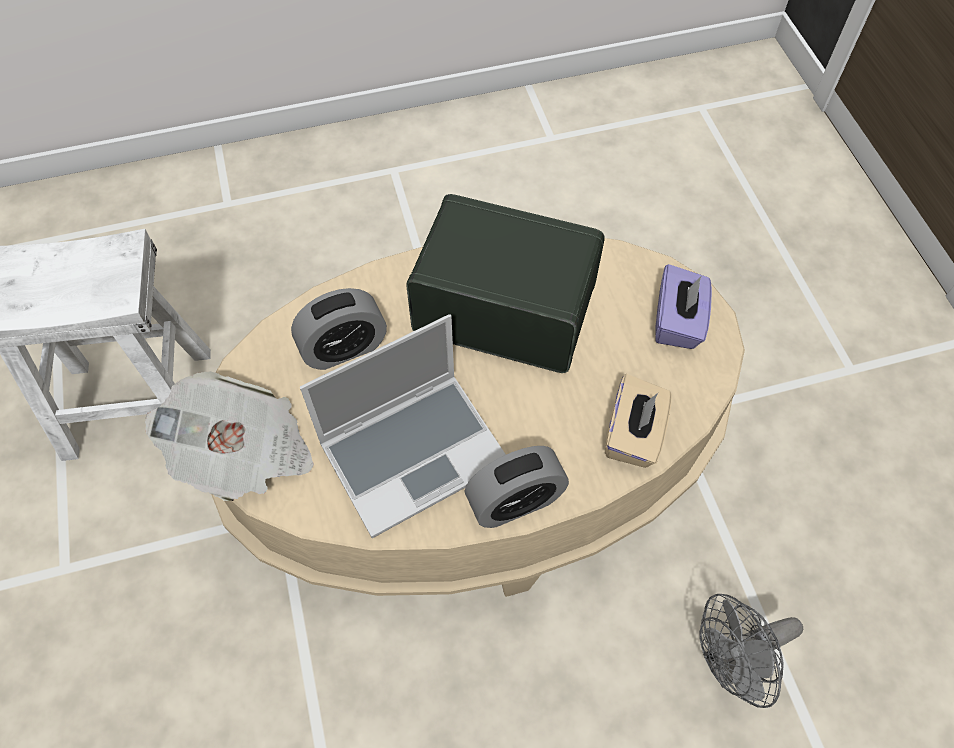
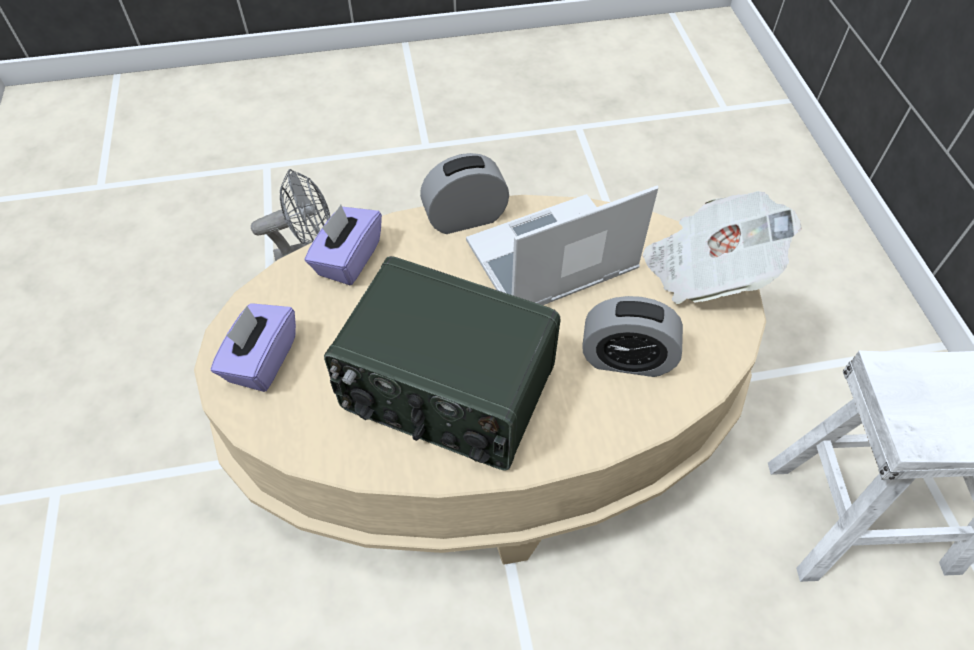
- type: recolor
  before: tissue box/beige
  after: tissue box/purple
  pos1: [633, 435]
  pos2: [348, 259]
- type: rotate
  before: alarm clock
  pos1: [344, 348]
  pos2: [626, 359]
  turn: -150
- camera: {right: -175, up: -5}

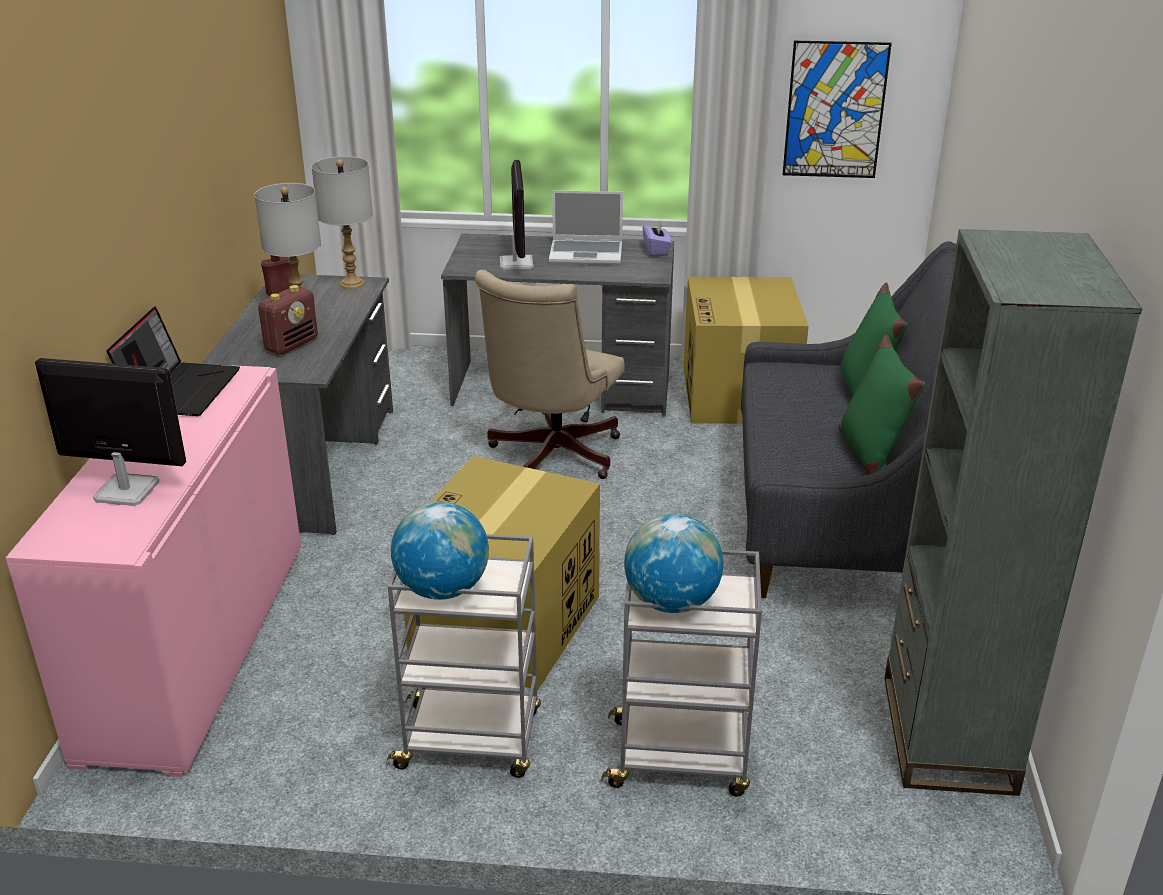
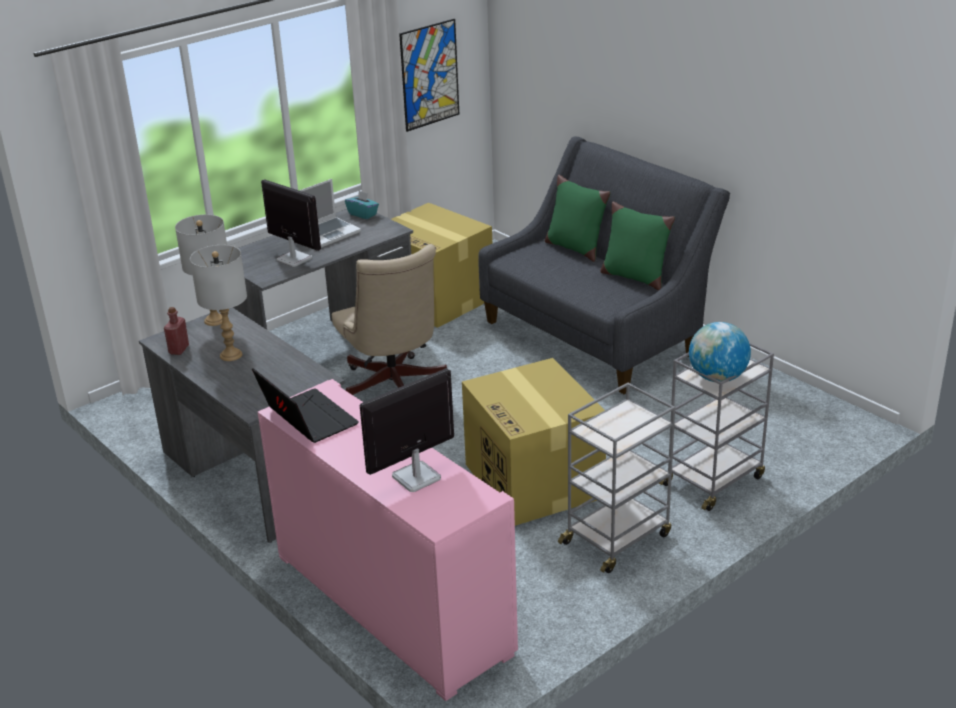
- type: recolor
  before: tissue box/purple
  after: tissue box/turquoise
  pos1: [656, 250]
  pos2: [363, 214]
- type: delete
  before: radio
  pos1: [292, 344]
- type: delete
  before: globe
  pos1: [442, 589]
- type: delete
  before: bookcase/grey
  pos1: [947, 734]
- camera: {right: -45, up: 0}

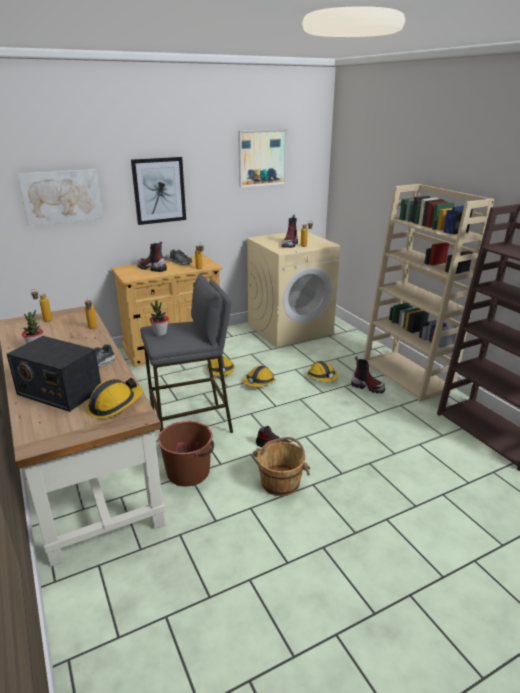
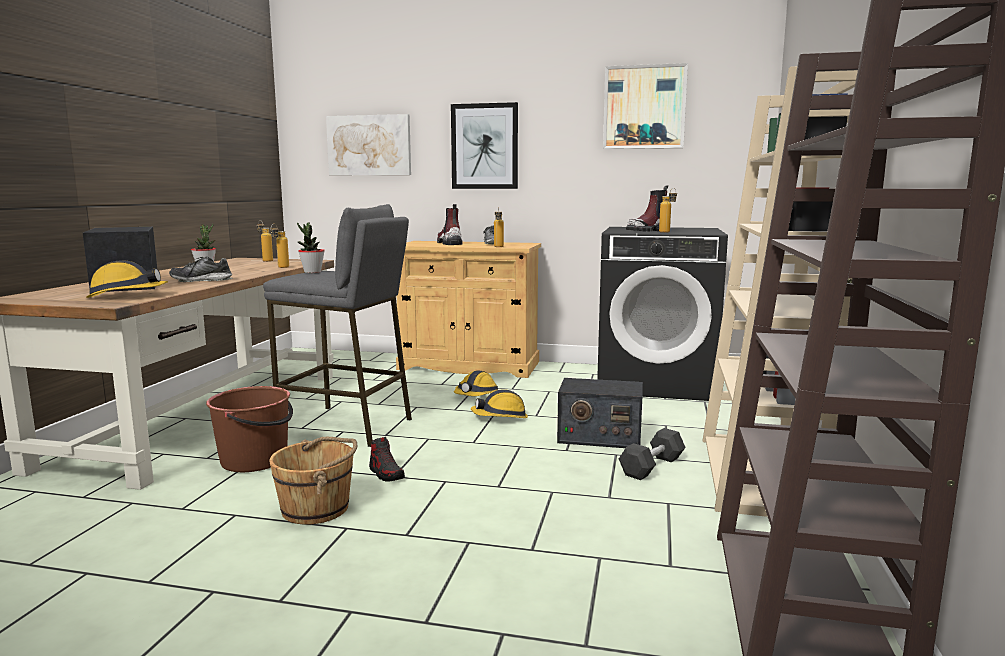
- type: replace
  before: hard hat
  after: radio
  pos1: [322, 377]
  pos2: [599, 436]
- type: recolor
  before: washing machine/beige
  after: washing machine/black
  pos1: [290, 328]
  pos2: [656, 382]
- type: replace
  before: boot
  after: dumbbell/black
  pos1: [367, 387]
  pos2: [652, 466]
- camera: {right: 40, up: -15}

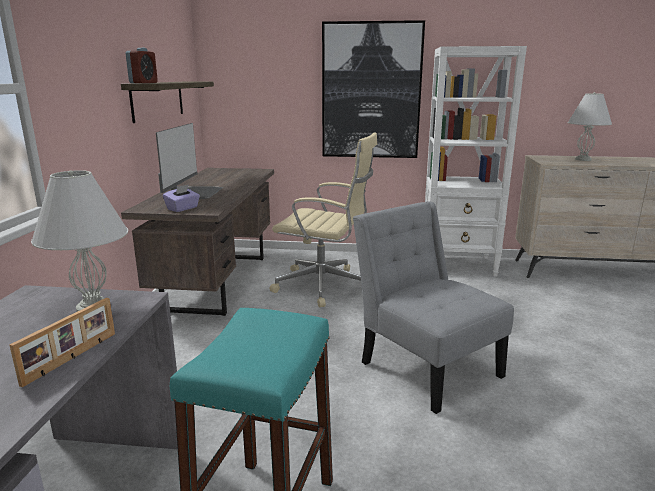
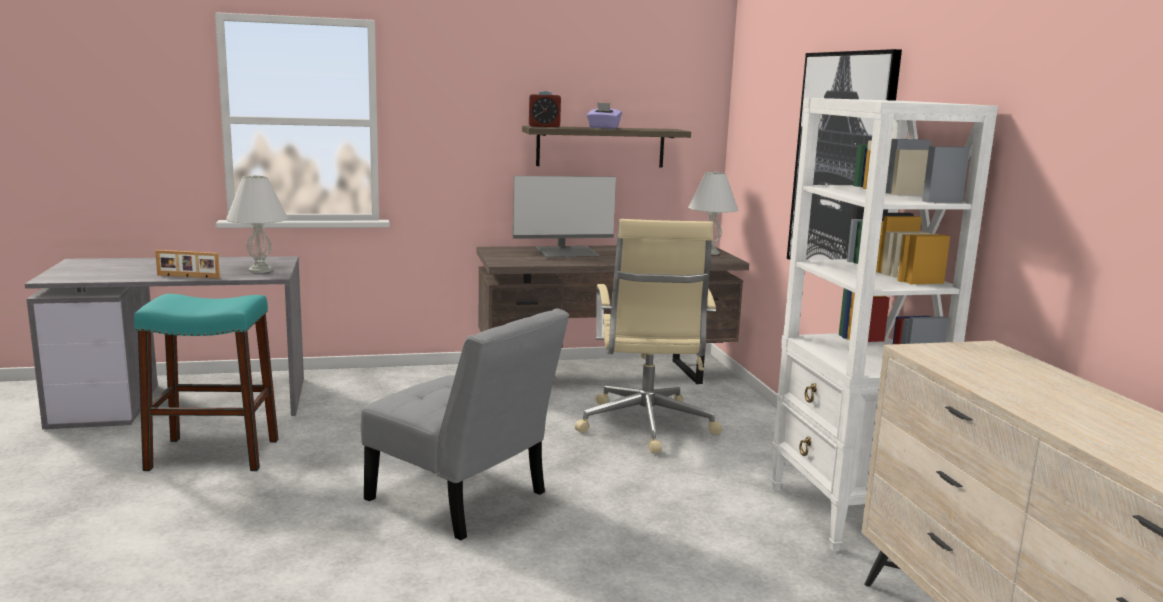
- type: rotate
  before: chair/grey
  pos1: [425, 365]
  pos2: [463, 500]
  turn: 90
- type: move
  before: tissue box/purple
  pos1: [183, 208]
  pos2: [603, 128]
- type: move
  before: table lamp/white
  pos1: [583, 159]
  pos2: [709, 253]
- camera: {right: 70, up: -5}

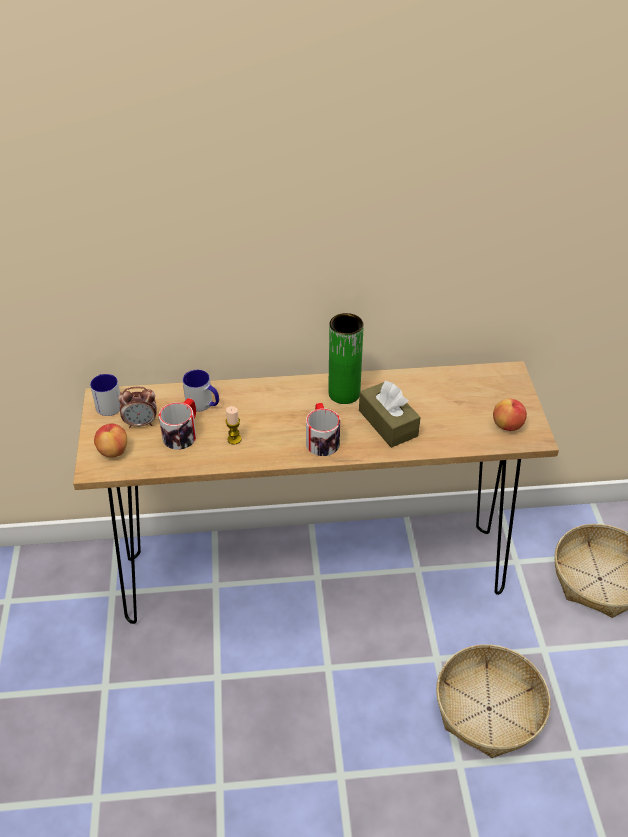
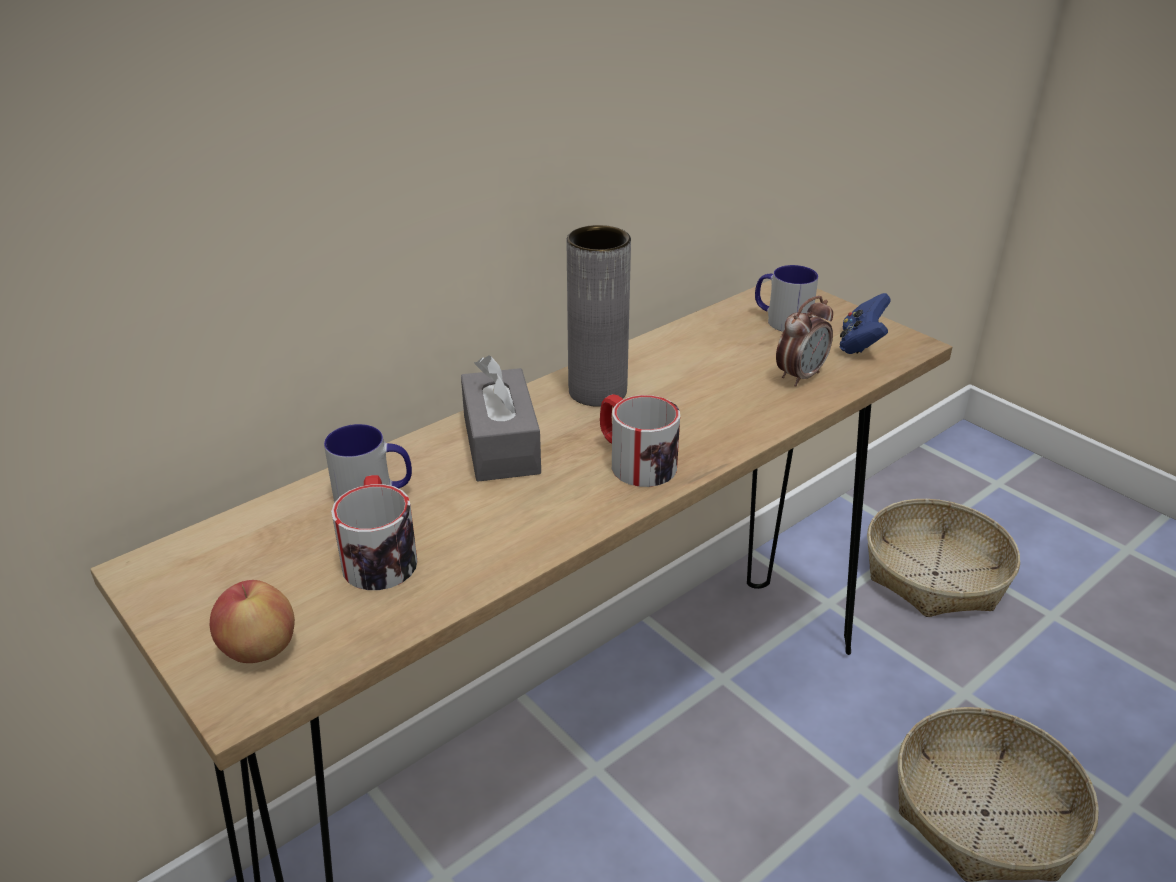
- type: insert
  after: tissue box/grey
  pos2: [501, 444]
- type: recolor
  before: vase/green
  after: vase/grey
  pos1: [344, 393]
  pos2: [597, 391]
- type: move
  before: mug
  pos1: [108, 403]
  pos2: [781, 320]
- type: move
  before: alarm clock
  pos1: [141, 423]
  pos2: [800, 376]
- type: replace
  before: apple
  after: game controller/blue
  pos1: [507, 425]
  pos2: [861, 344]
- type: delete
  before: candle
  pos1: [234, 439]
- type: delete
  before: tissue box/brown
  pos1: [388, 423]
- camera: {right: -35, up: -10}

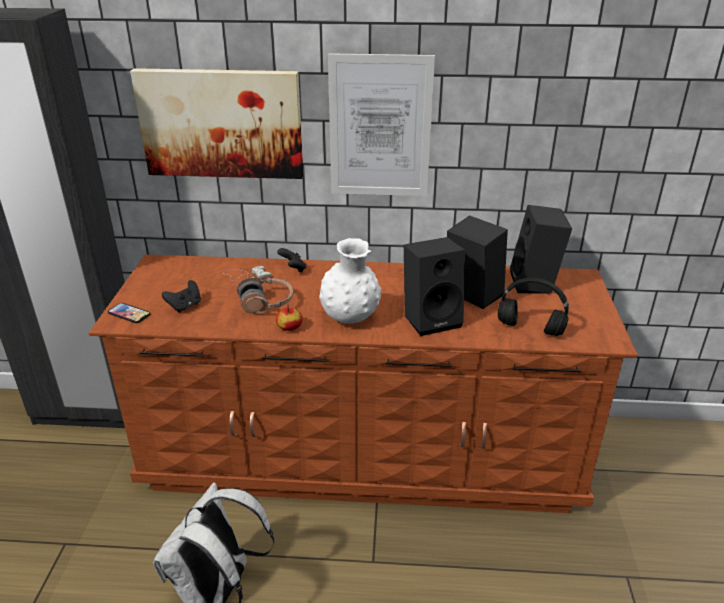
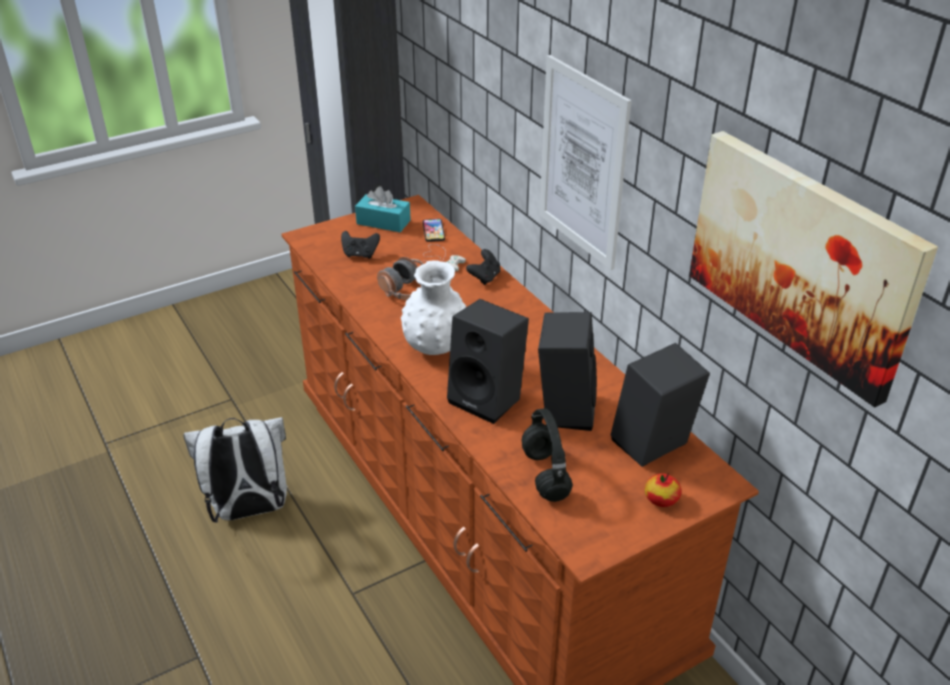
- type: insert
  after: tissue box/turquoise
  pos2: [383, 222]
- type: move
  before: phone
  pos1: [129, 314]
  pos2: [433, 231]
- type: move
  before: apple
  pos1: [289, 327]
  pos2: [661, 499]
- type: move
  before: picture
  pos1: [221, 123]
  pos2: [801, 261]
- camera: {right: 55, up: 5}

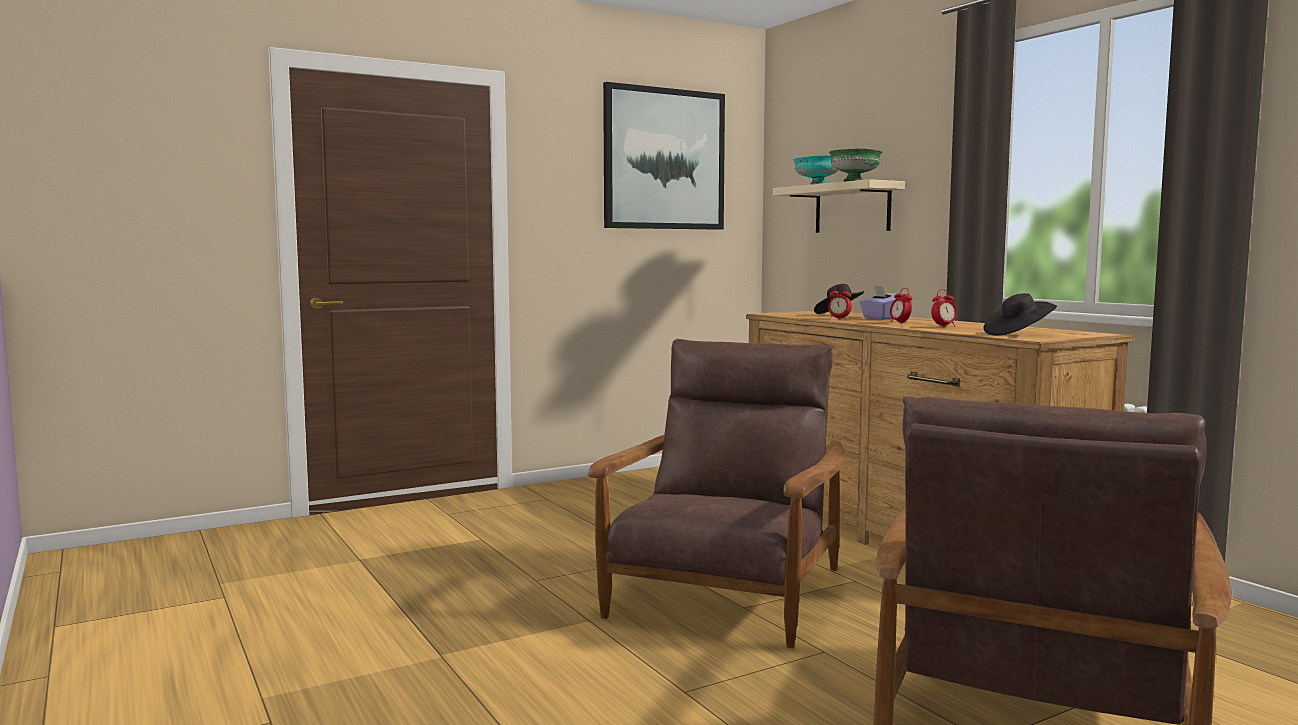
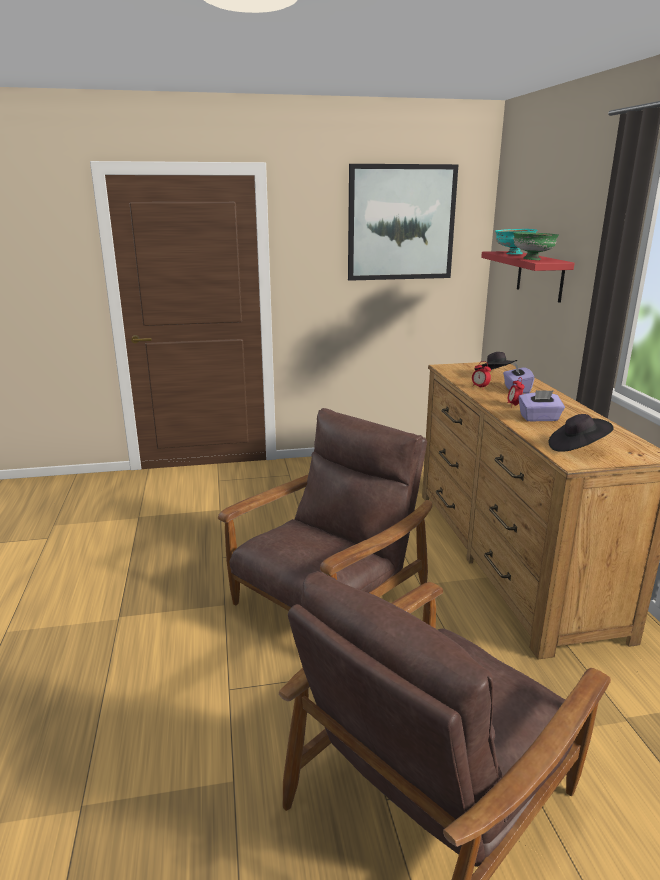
- type: recolor
  before: shelf/beige
  after: shelf/red
  pos1: [852, 208]
  pos2: [540, 276]
- type: replace
  before: alarm clock
  after: tissue box/purple
  pos1: [943, 326]
  pos2: [539, 418]
- camera: {right: 20, up: 15}

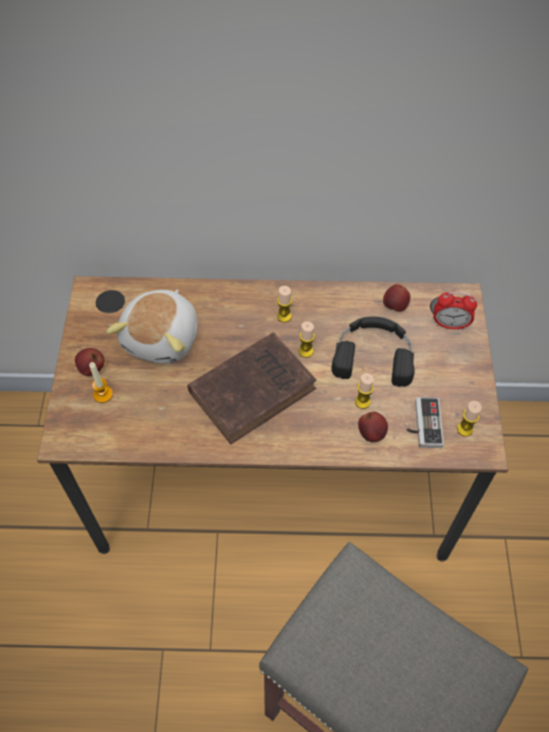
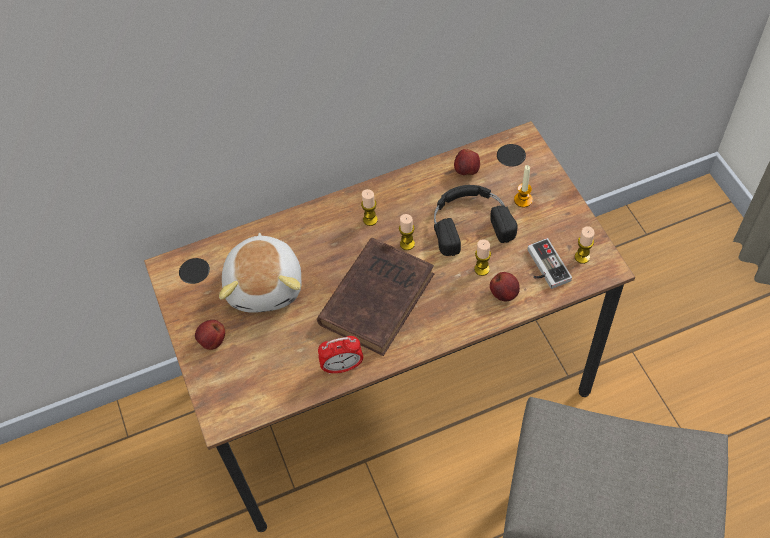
- type: move
  before: alarm clock
  pos1: [450, 325]
  pos2: [342, 367]
- type: move
  before: candle
  pos1: [103, 394]
  pos2: [523, 200]
- camera: {right: -20, up: 0}

